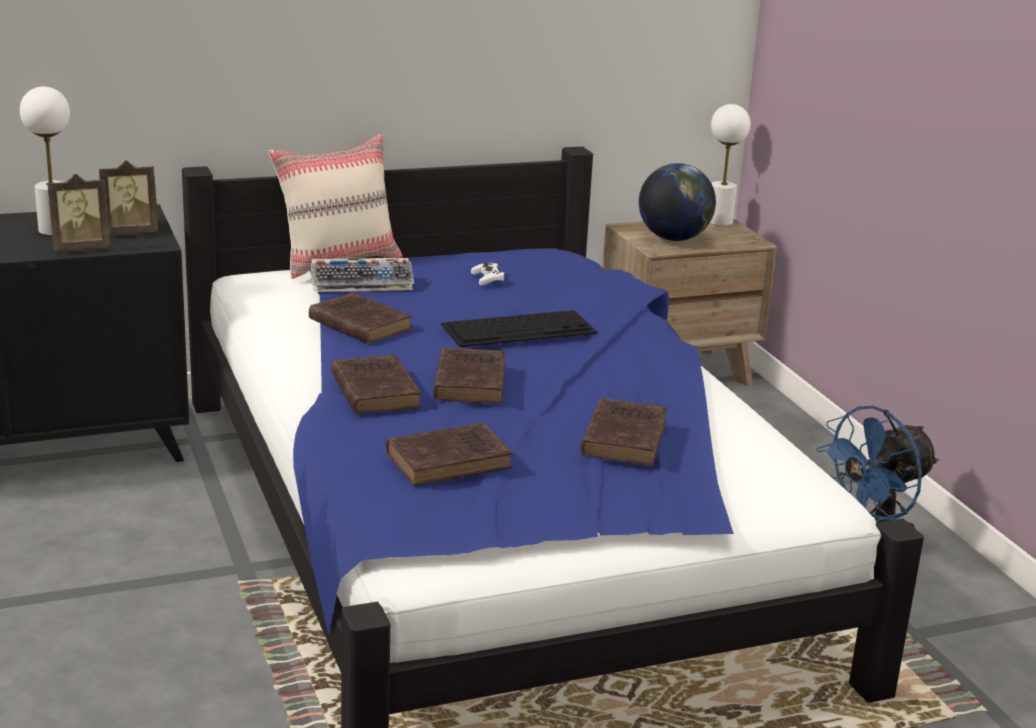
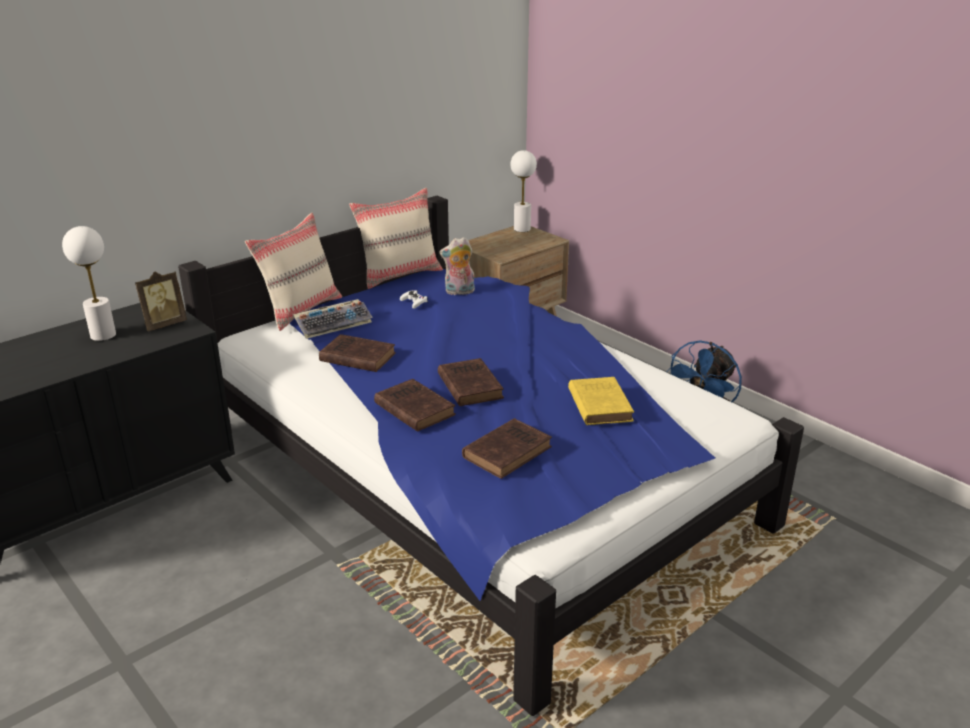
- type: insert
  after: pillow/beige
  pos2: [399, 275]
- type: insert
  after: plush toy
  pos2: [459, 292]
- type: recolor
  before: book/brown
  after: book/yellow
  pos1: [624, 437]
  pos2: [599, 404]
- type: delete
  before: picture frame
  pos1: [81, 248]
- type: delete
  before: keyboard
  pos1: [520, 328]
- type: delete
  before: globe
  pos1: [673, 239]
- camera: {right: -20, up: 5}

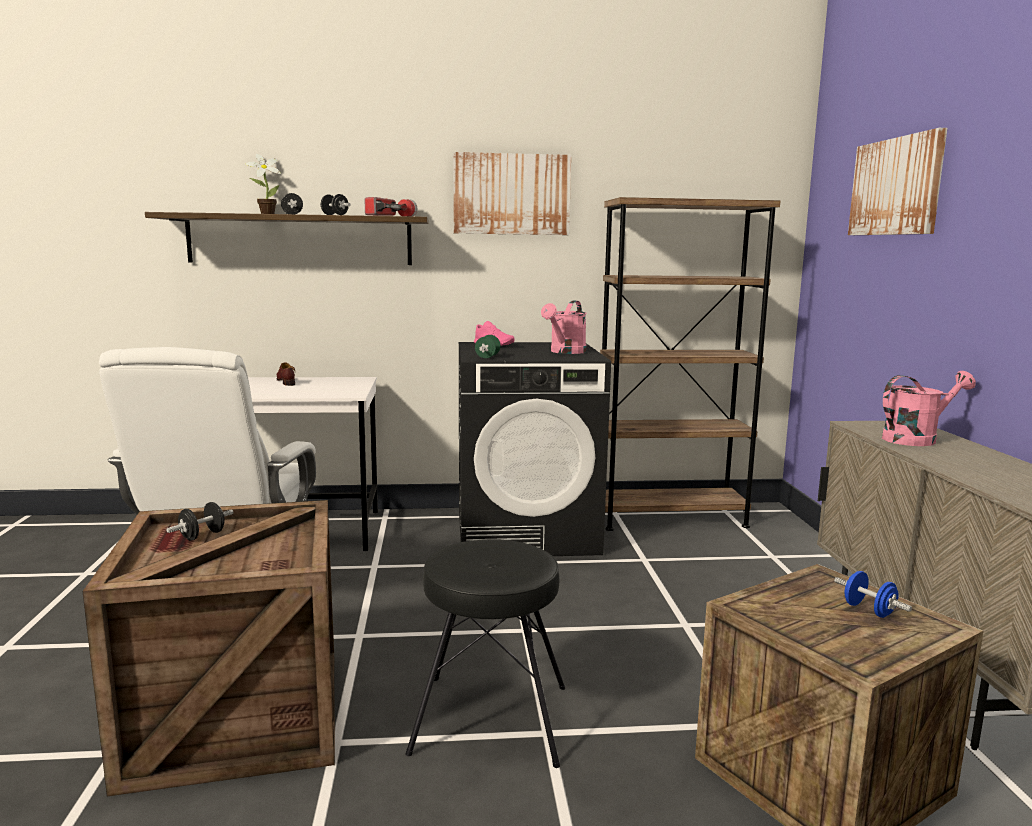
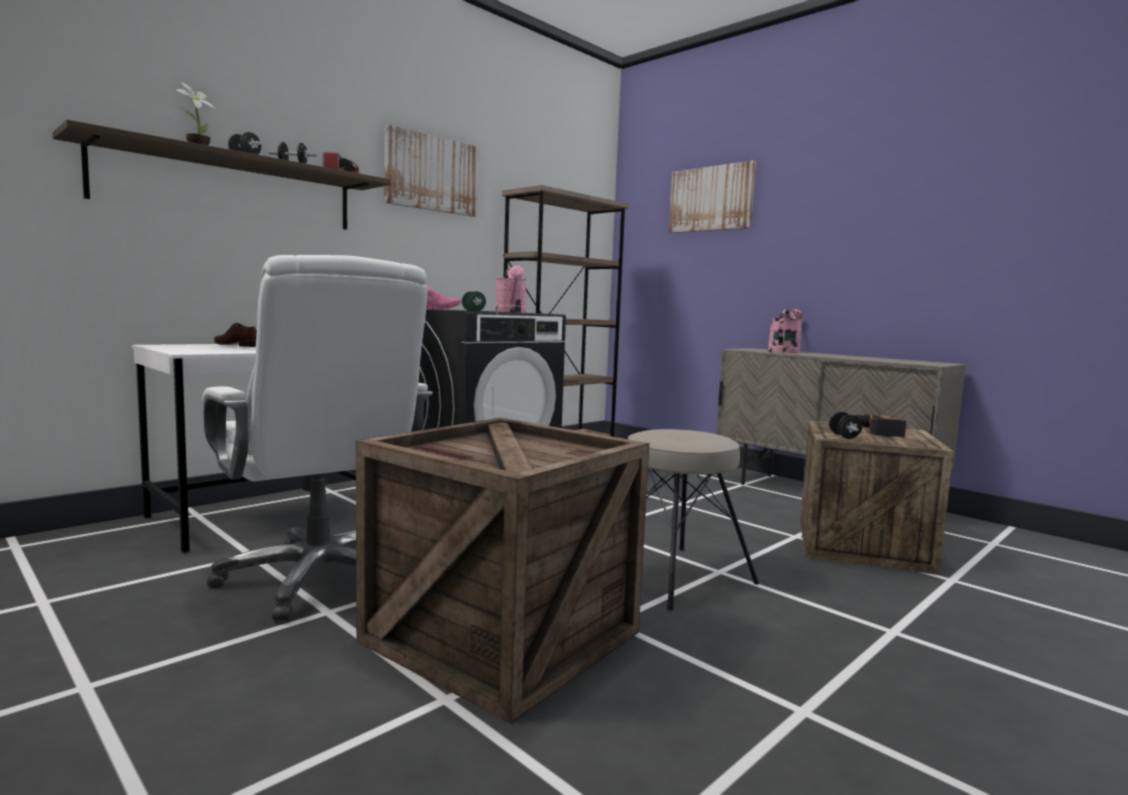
- type: recolor
  before: stool/black
  after: stool/beige
  pos1: [490, 717]
  pos2: [675, 575]
- type: move
  before: dumbbell/black
  pos1: [202, 536]
  pos2: [844, 436]
- type: replace
  before: dumbbell/blue
  after: power drill
  pos1: [869, 610]
  pos2: [876, 431]
- camera: {right: -40, up: -5}

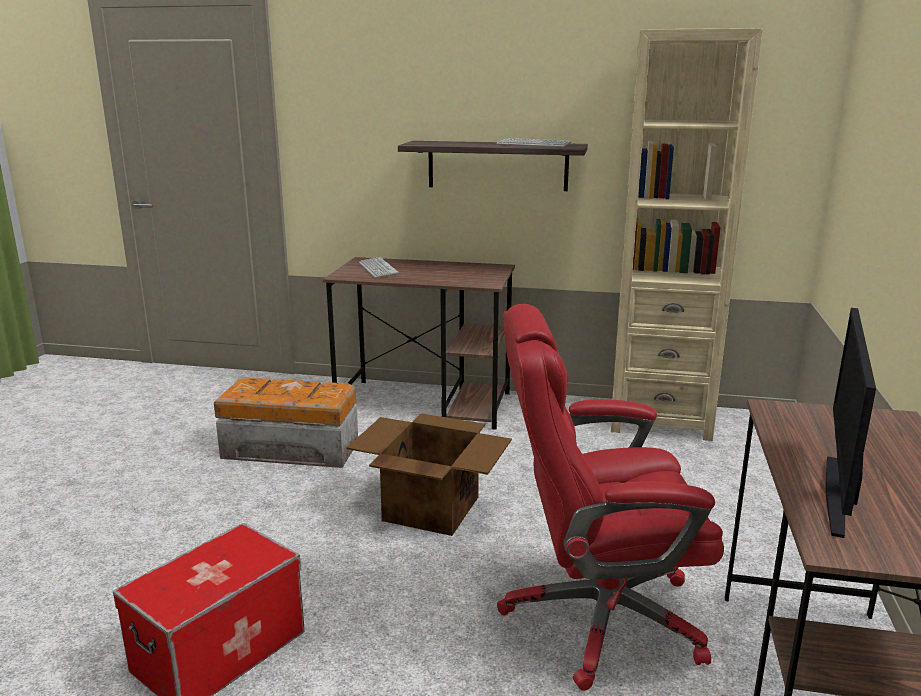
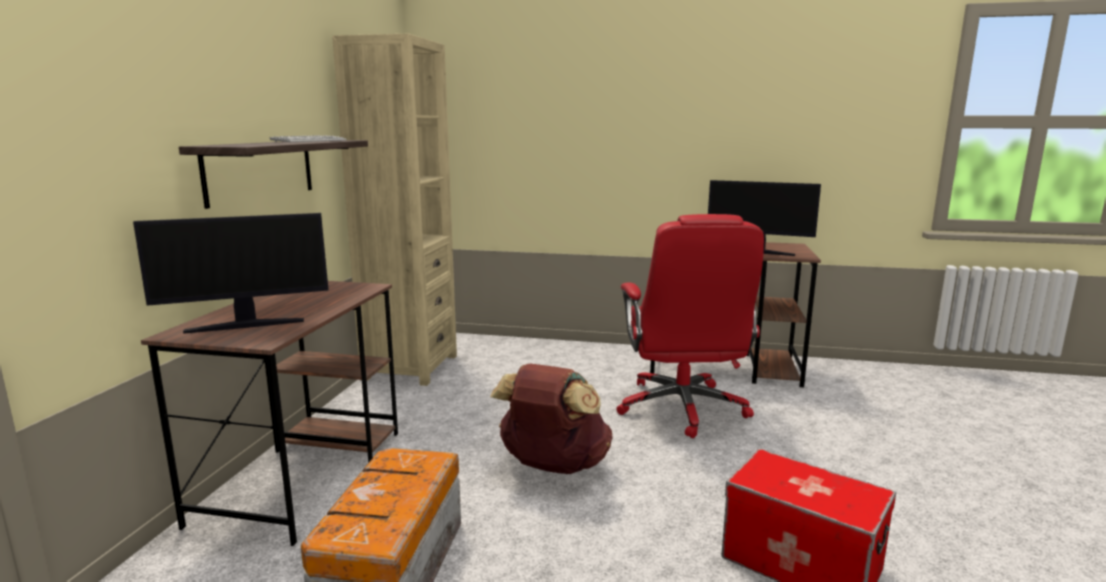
- type: replace
  before: keyboard
  after: monitor
  pos1: [378, 269]
  pos2: [245, 325]
- type: replace
  before: cardboard box
  after: backpack/brown
  pos1: [430, 508]
  pos2: [552, 466]
- camera: {right: -90, up: -5}

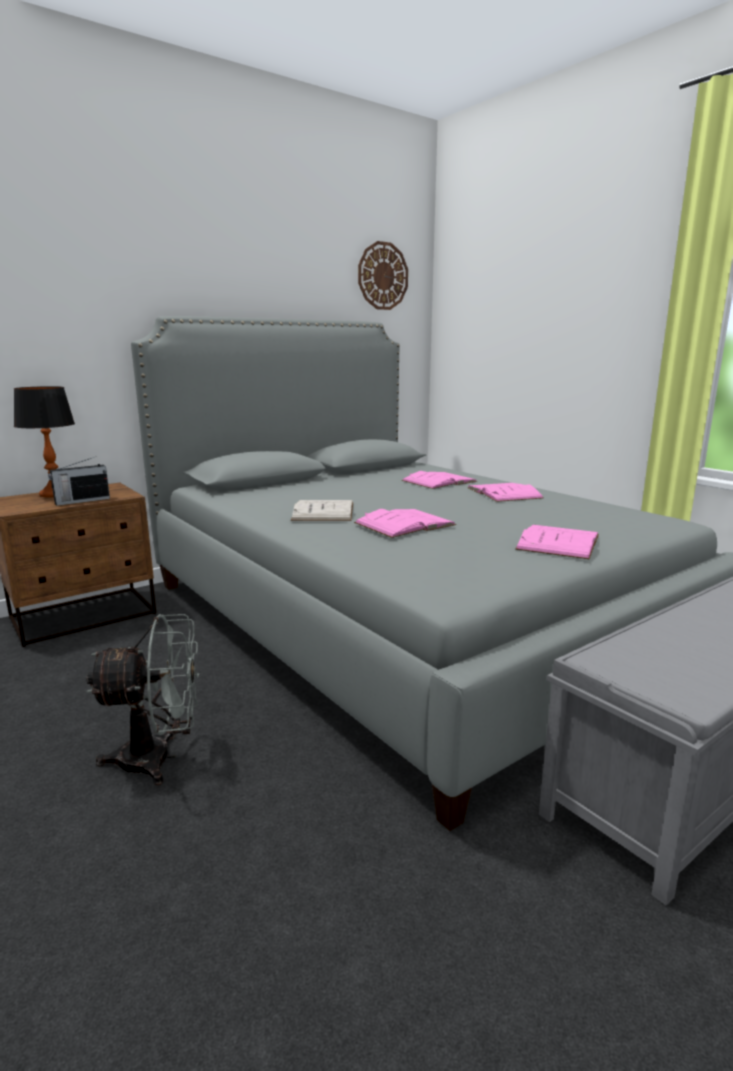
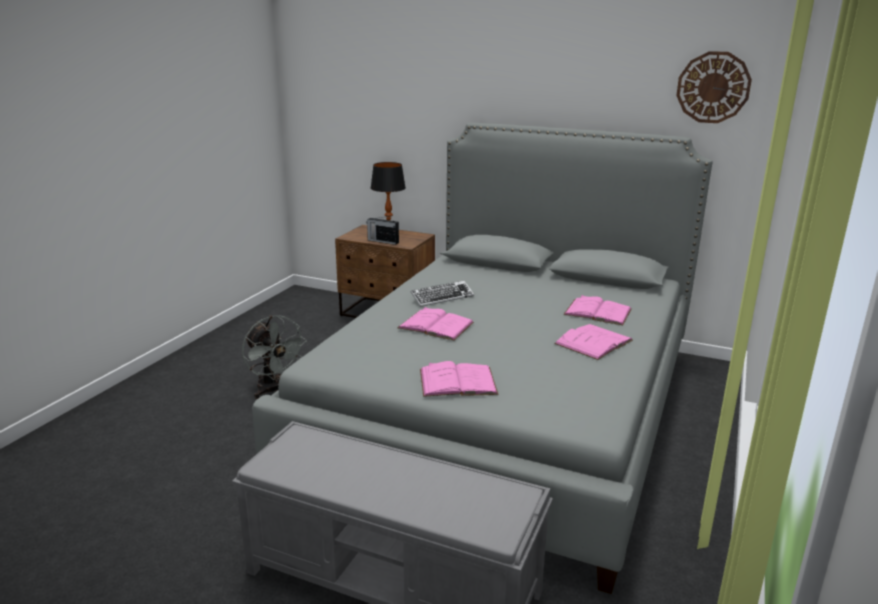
- type: replace
  before: book/white
  after: keyboard
  pos1: [323, 511]
  pos2: [442, 297]
- camera: {right: 60, up: 5}

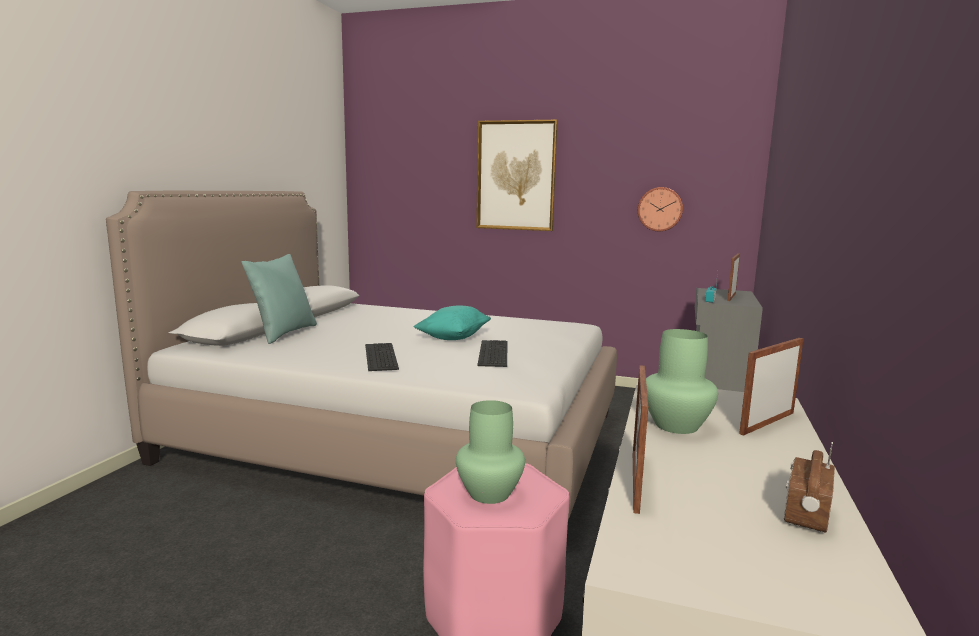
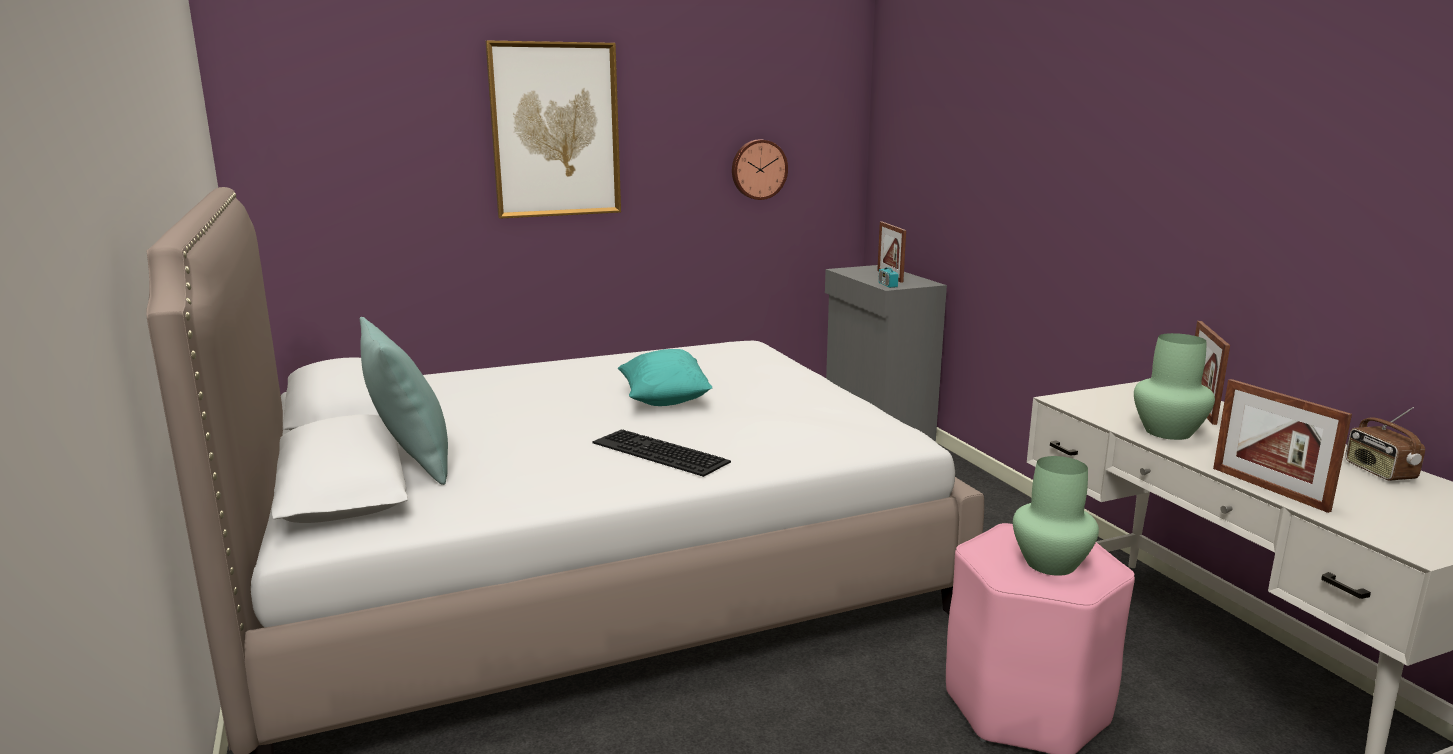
- type: delete
  before: keyboard
  pos1: [491, 352]
- camera: {right: -40, up: 5}

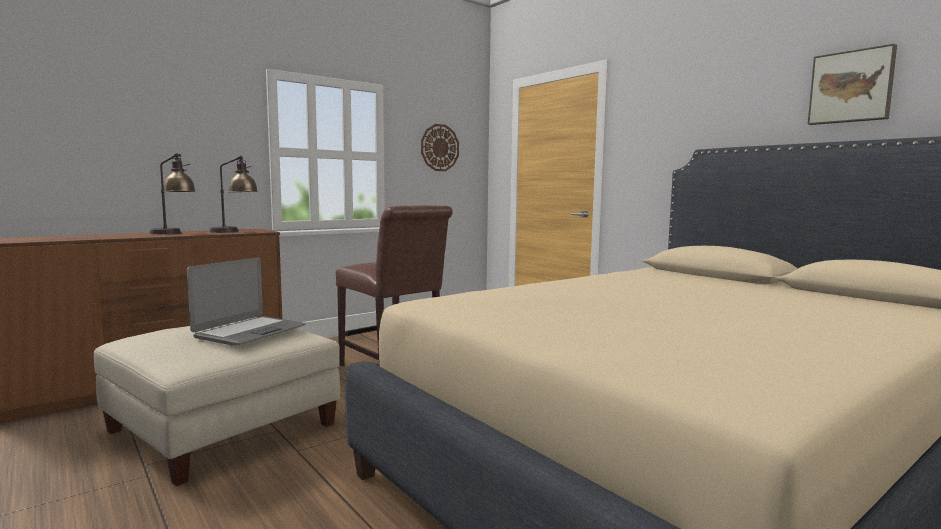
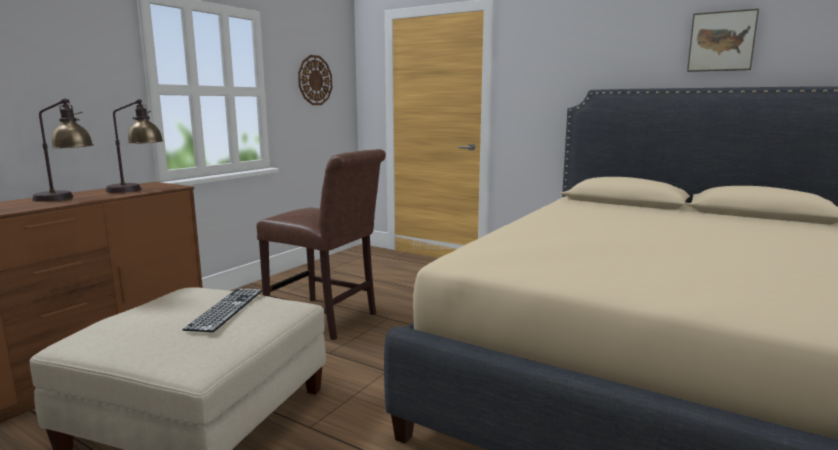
- type: replace
  before: laptop
  after: keyboard
  pos1: [250, 332]
  pos2: [226, 309]
- camera: {right: -20, up: 5}

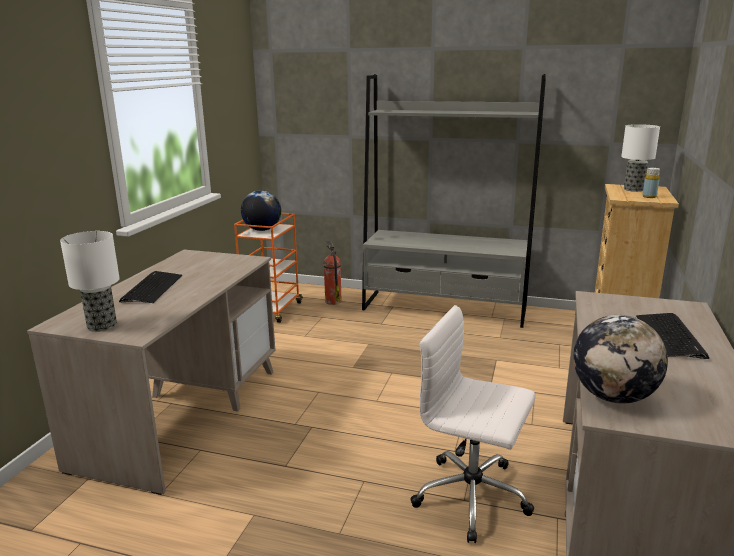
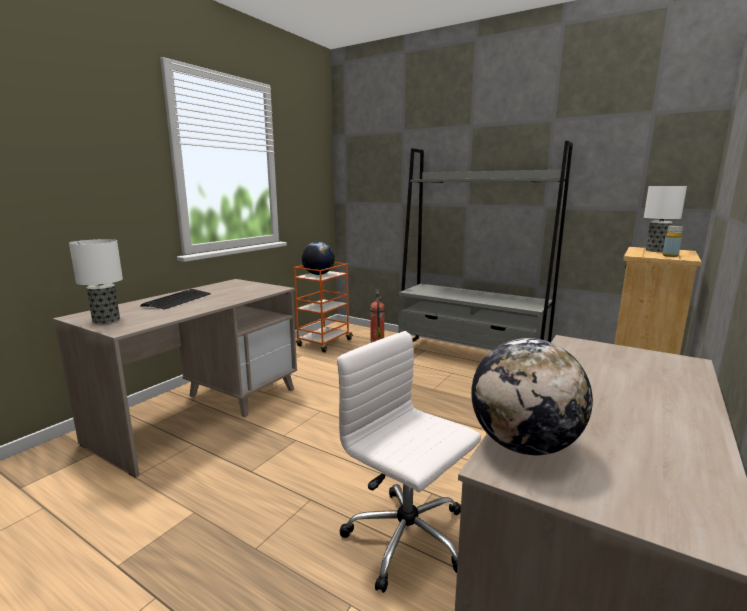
- type: delete
  before: keyboard
  pos1: [670, 336]
- camera: {right: 15, up: -5}

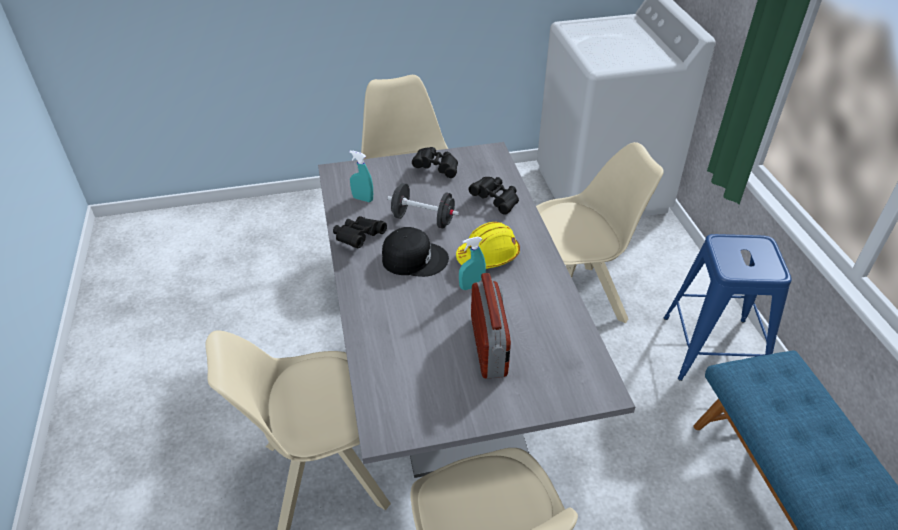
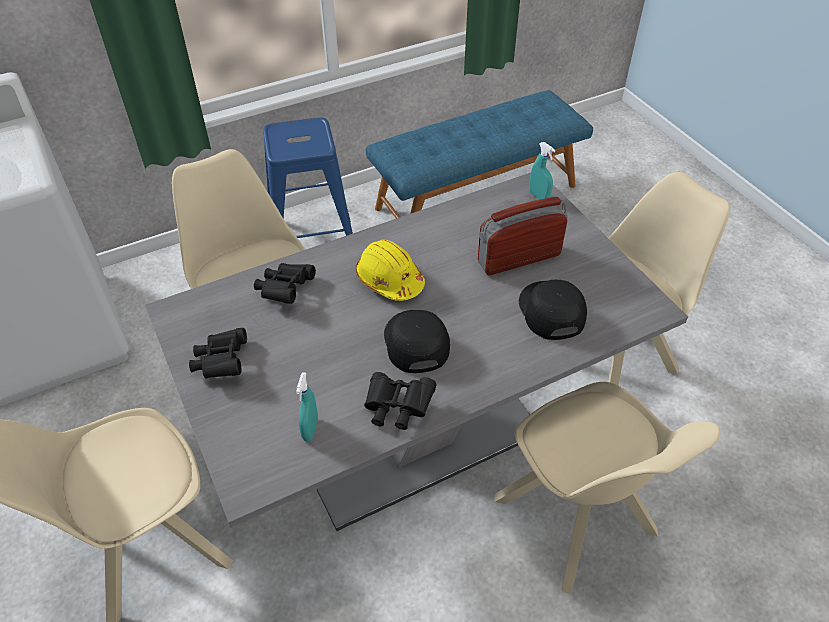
- type: insert
  after: cap/black
  pos2: [550, 311]
- type: move
  before: spray bottle/turquoise
  pos1: [471, 286]
  pos2: [539, 196]
- type: delete
  before: dumbbell/black
  pos1: [423, 219]
- camera: {right: -105, up: 5}

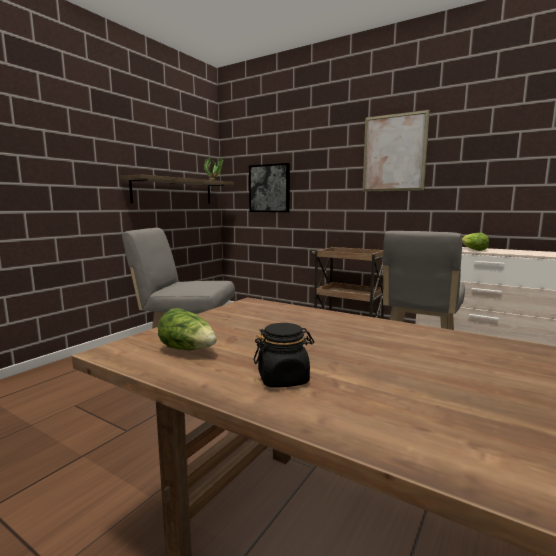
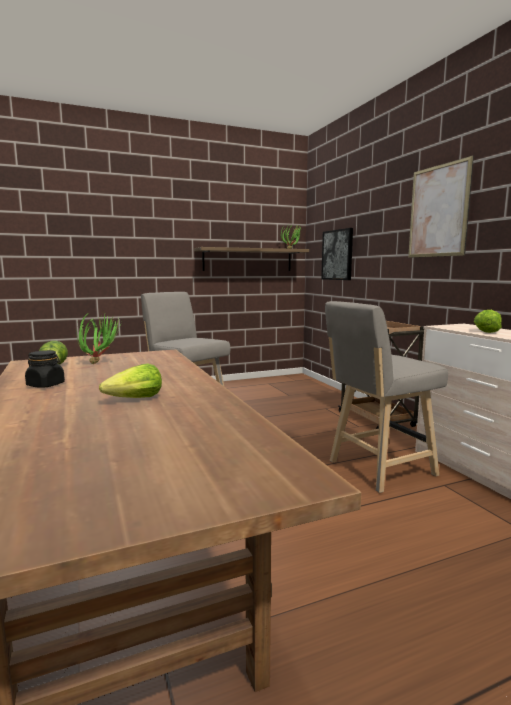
- type: insert
  after: potted plant
  pos2: [99, 362]
- type: insert
  after: lettuce
  pos2: [135, 399]
- camera: {right: 35, up: 0}

